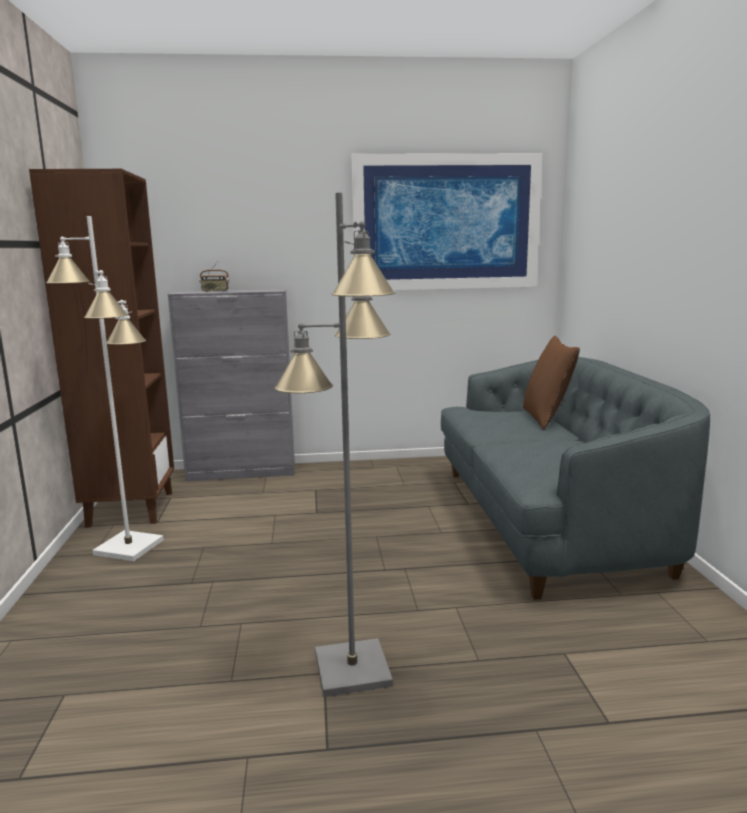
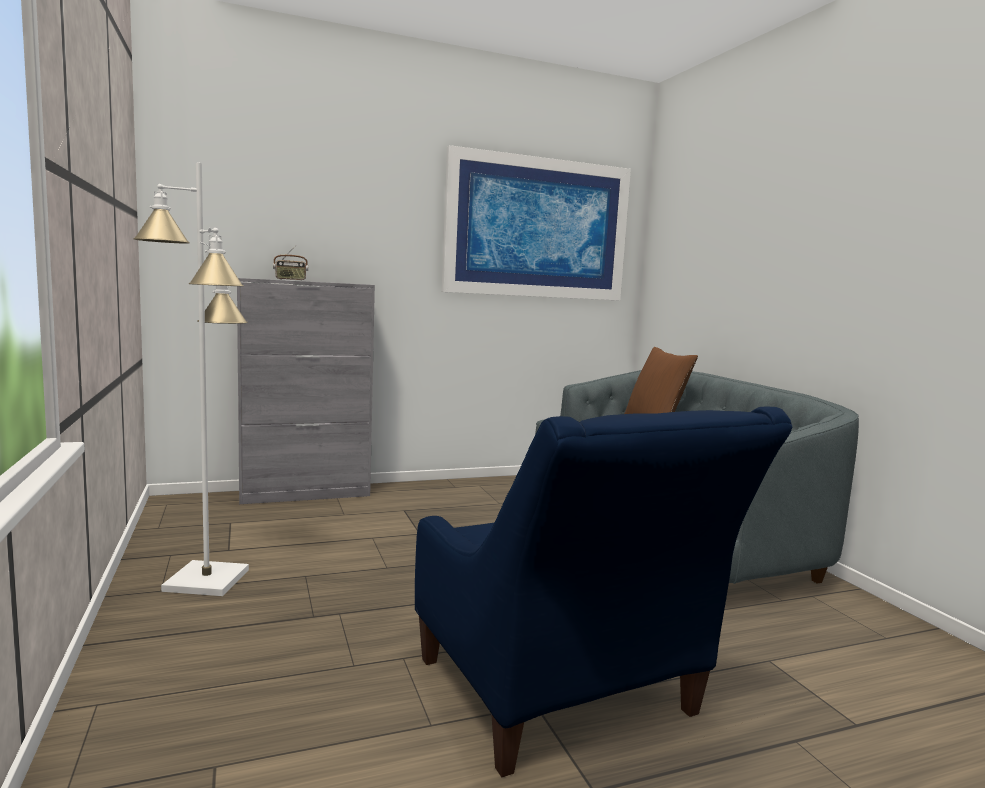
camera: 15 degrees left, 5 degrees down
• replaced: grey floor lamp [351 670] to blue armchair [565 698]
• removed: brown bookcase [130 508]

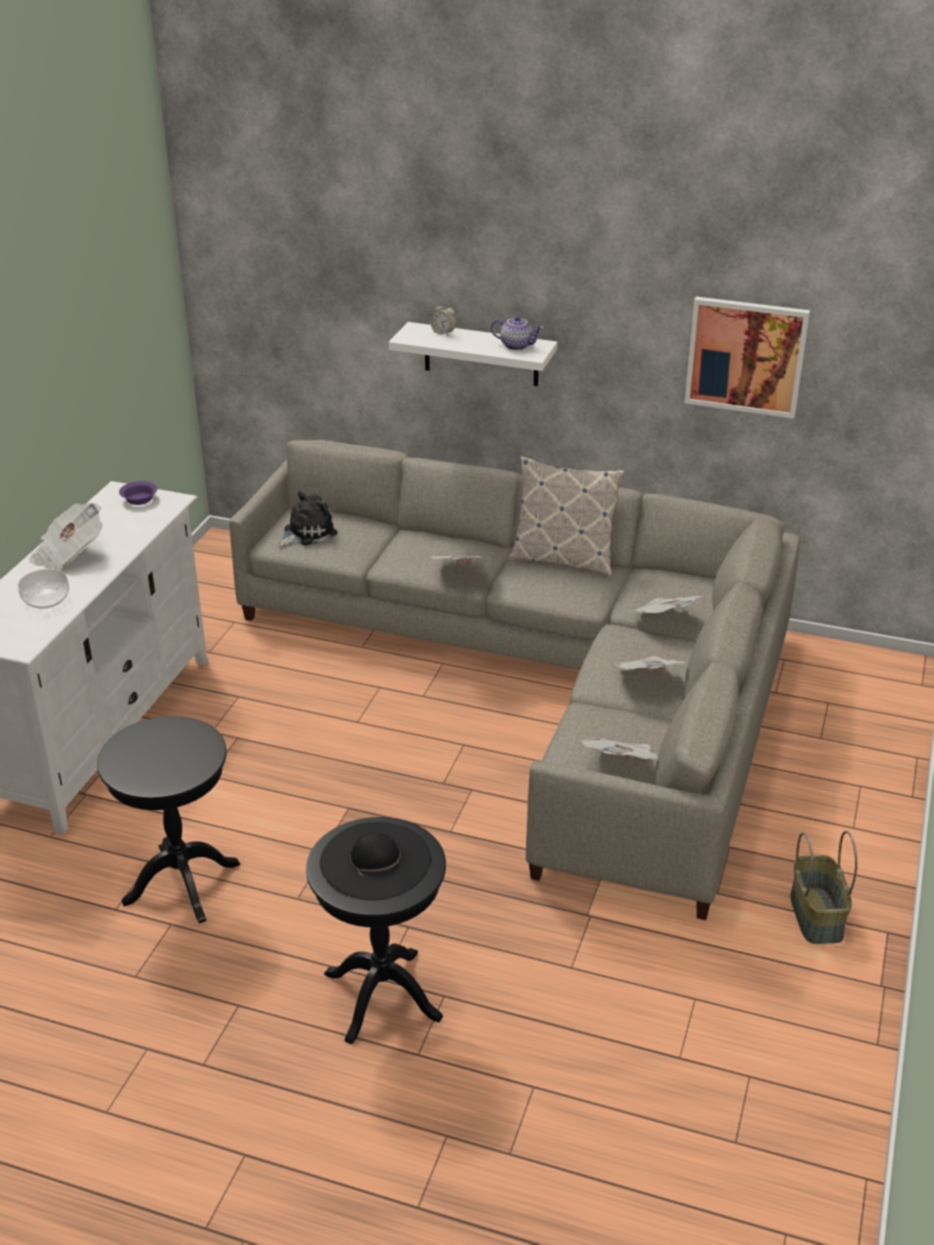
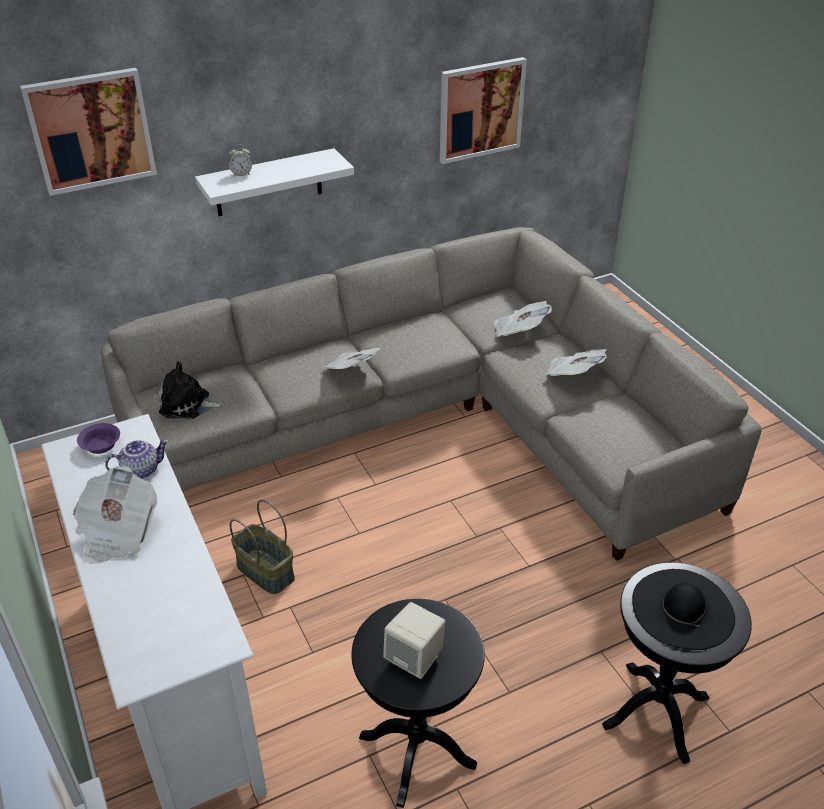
camera: 45 degrees left, 5 degrees up
• added: picture [91 131]
• moved: teapot [517 346] to [141 469]
• turned: plush toy [307 532] = [188 405] 90 degrees counterclockwise
• moved: basket [817 916] to [266 571]
• added: beige speaker [415 658]
• removed: bowl [46 599]
• removed: pillow [563 559]
• removed: newspaper [622 765]

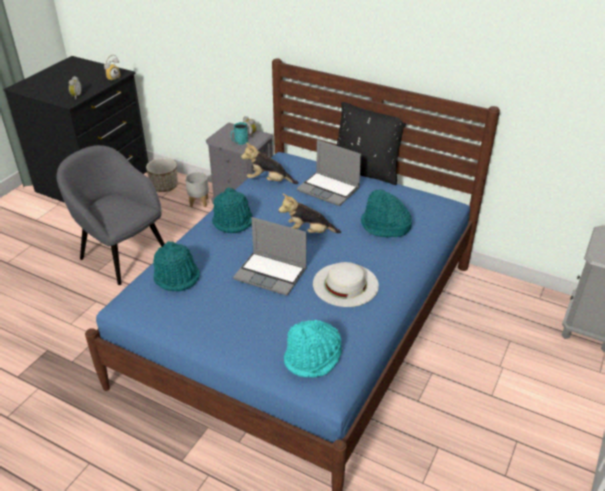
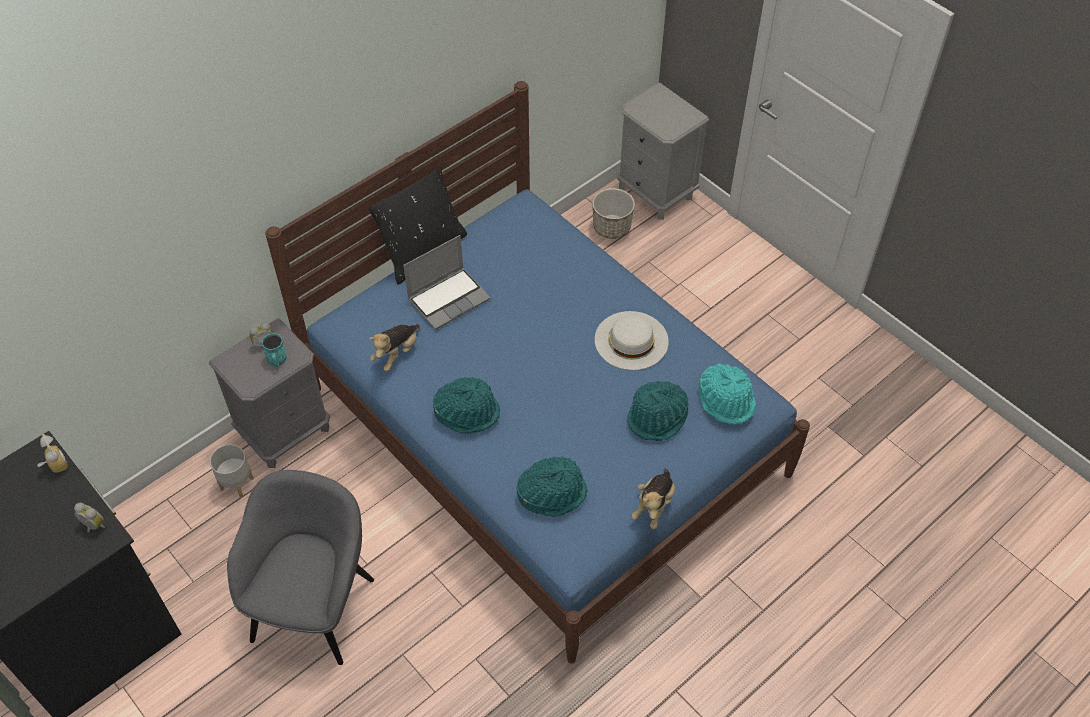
camera: 70 degrees left, 15 degrees up
• turned: grey armchair [123 255] = [314 606] 135 degrees clockwise
• moved: planter [164 186] to [612 227]
• moved: turquoise hat [385 226] to [657 418]
• moved: plush toy [308 233] to [654 505]
• removed: laptop [271 274]

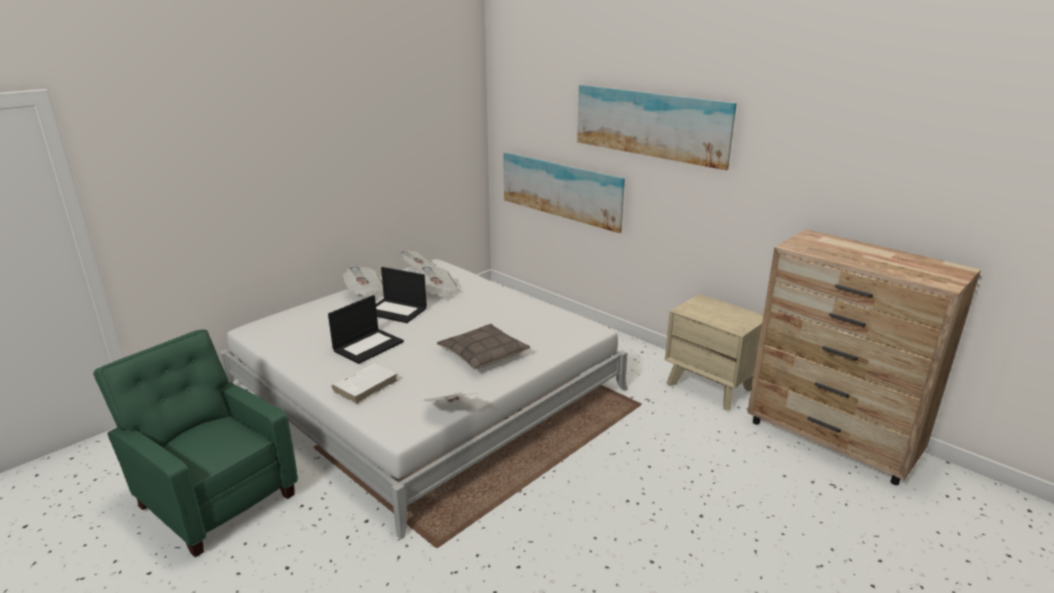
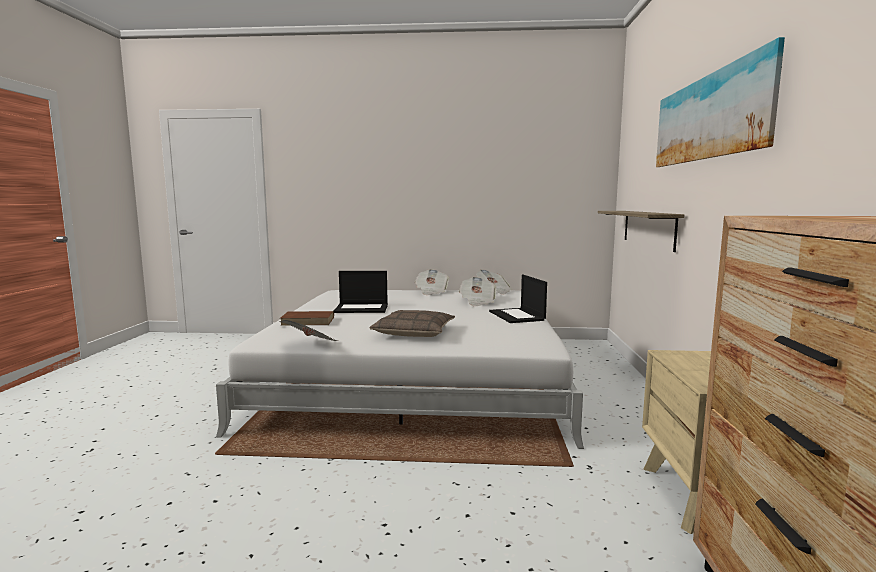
camera: 50 degrees right, 15 degrees down
• recoloured: white book [365 385] to brown book [308 321]
• moved: laptop [396 311] to [517 316]
• replaced: picture [561 189] to shelf [648 228]
• removed: green armchair [215 497]

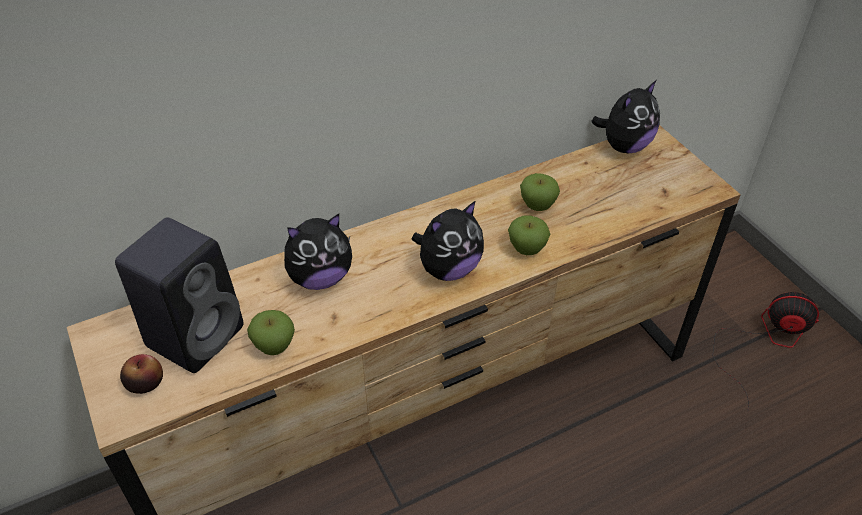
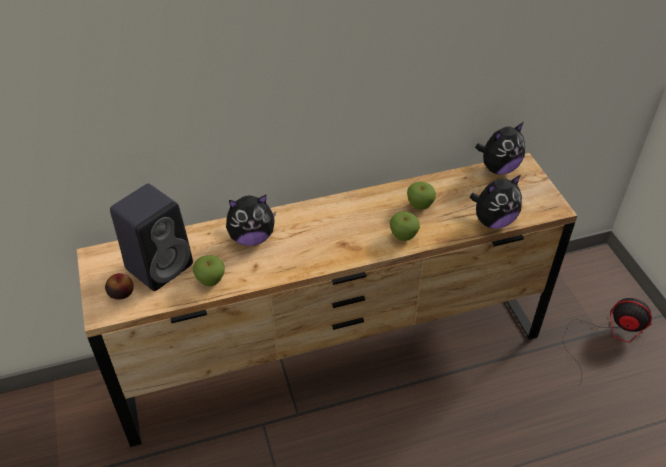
camera: 10 degrees right, 0 degrees up
• moved: plush toy [448 269] to [493 221]

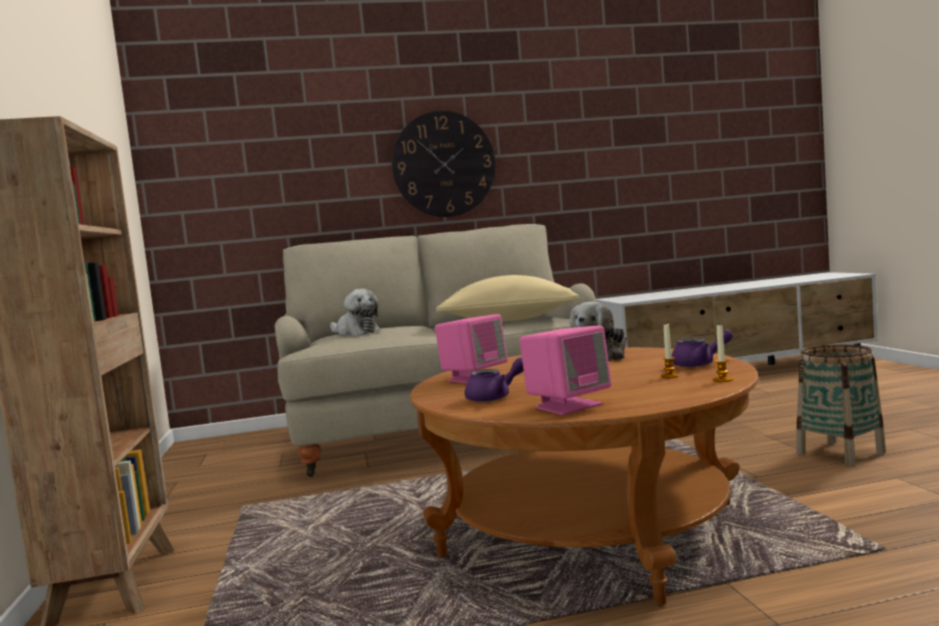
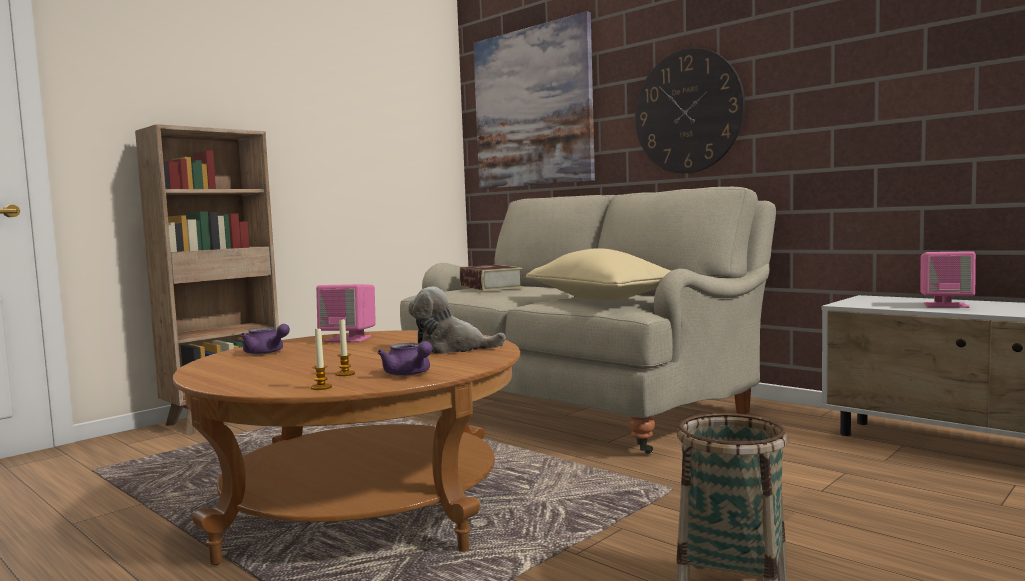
camera: 55 degrees right, 0 degrees up
• replaced: plush toy [355 332] to book [490 286]
• added: picture [532 107]
• moved: pink speaker [568 406] to [946 305]

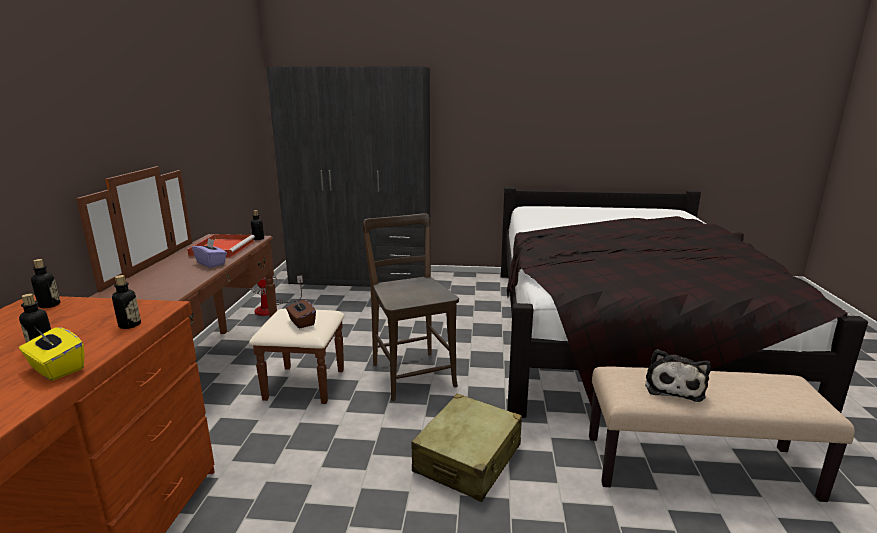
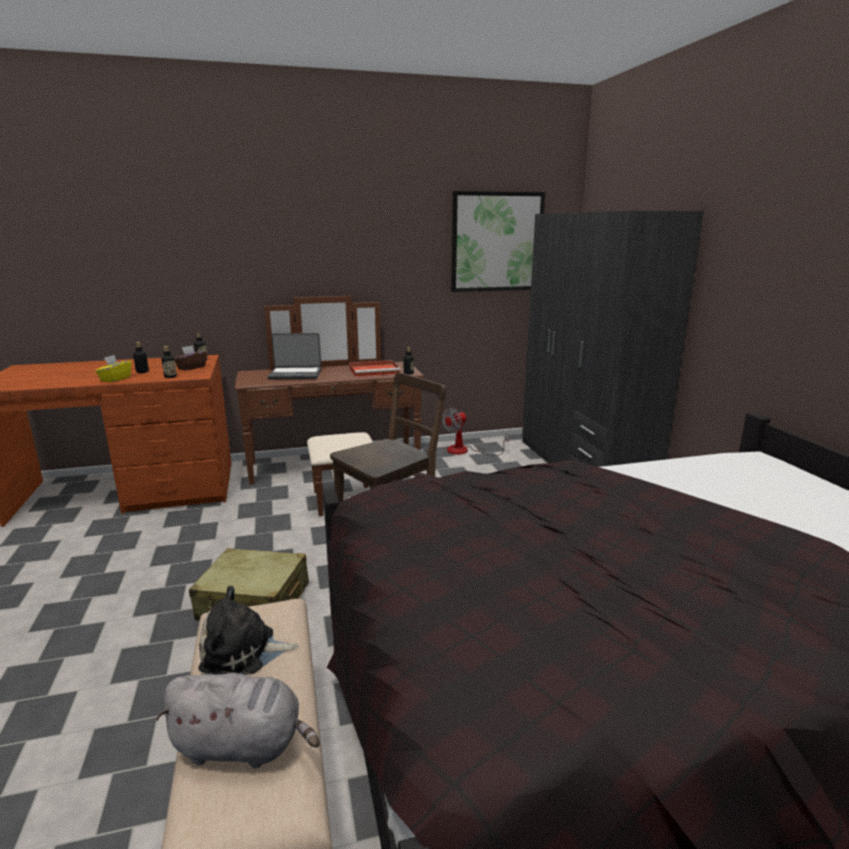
camera: 70 degrees right, 0 degrees up
• added: grey plush toy [243 746]
• moved: brown tissue box [301 322] to [191 367]
• added: laptop [295 374]
• added: picture [496 242]
• removed: purple tissue box [211 263]

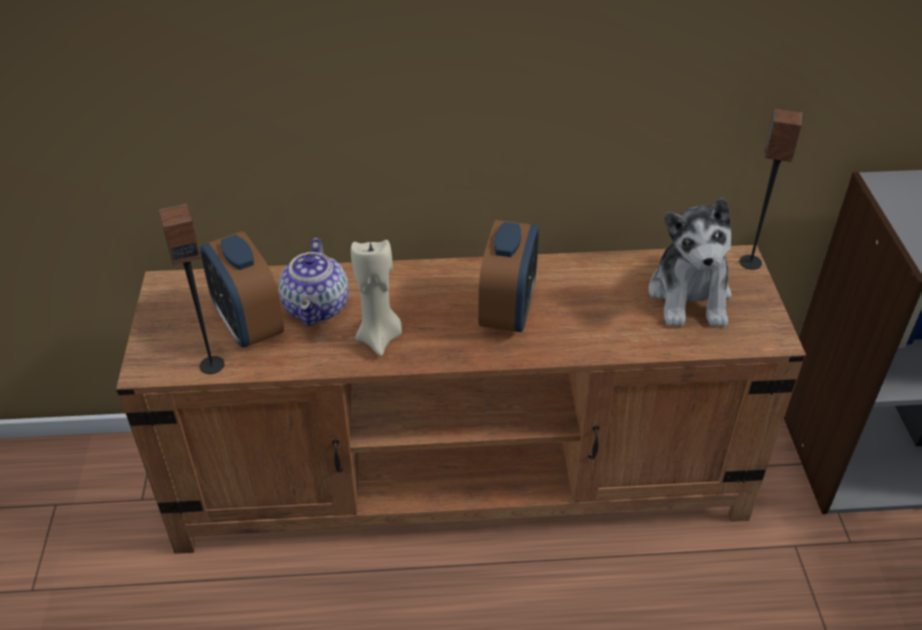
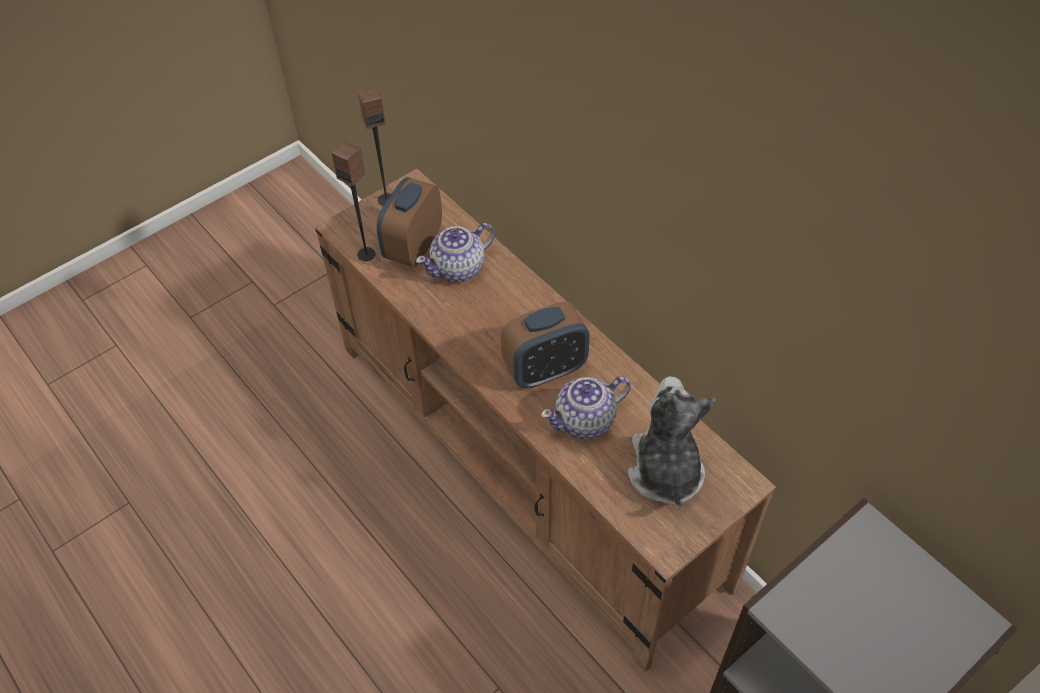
camera: 55 degrees right, 10 degrees up
• moved: speaker [750 262] to [386 199]
• added: teapot [586 420]
• turned: plush toy [690 295] = [665 470] 120 degrees clockwise
• removed: beige candle [379 338]

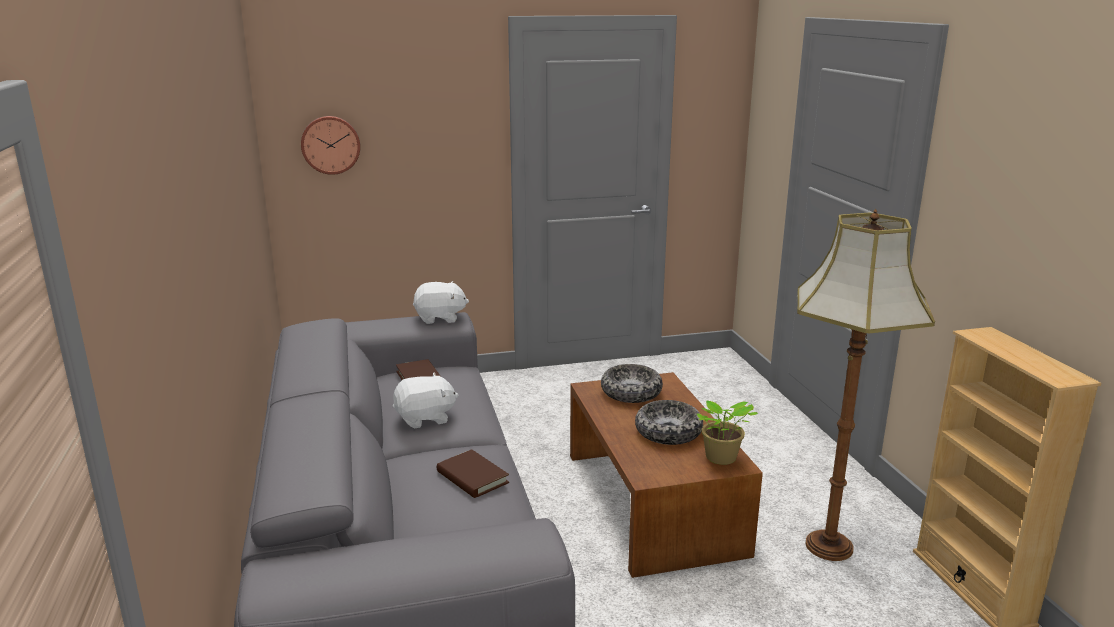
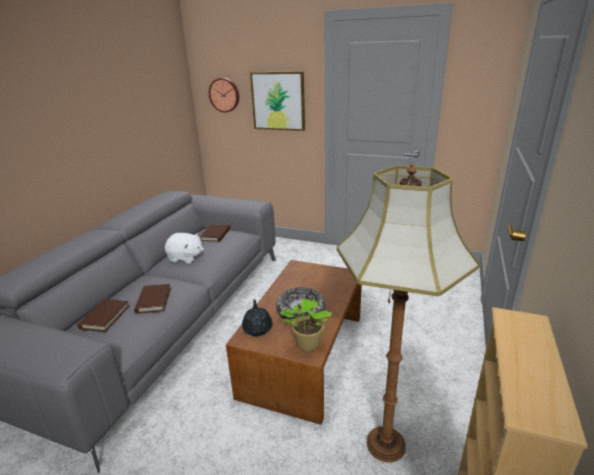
camera: 35 degrees right, 5 degrees up
• added: brown book [105 317]
• added: black teapot [257 328]
• added: picture [278 101]
• removed: white plush toy [440 318]
• removed: bowl [631 392]

